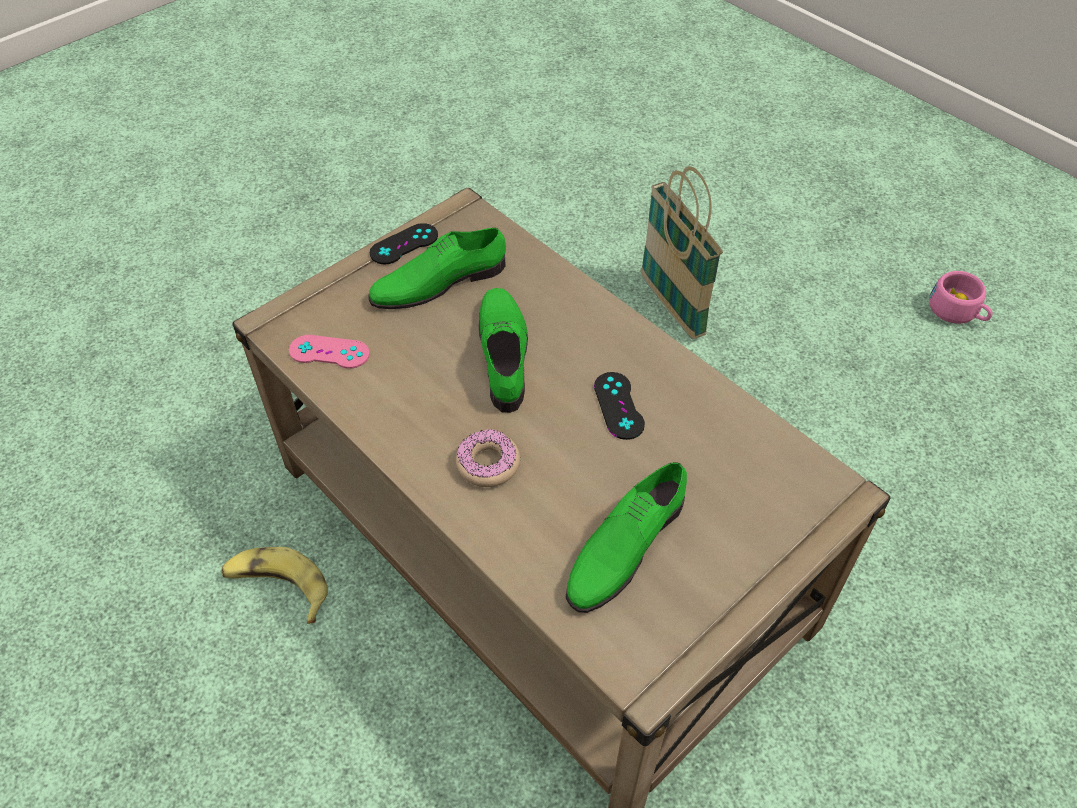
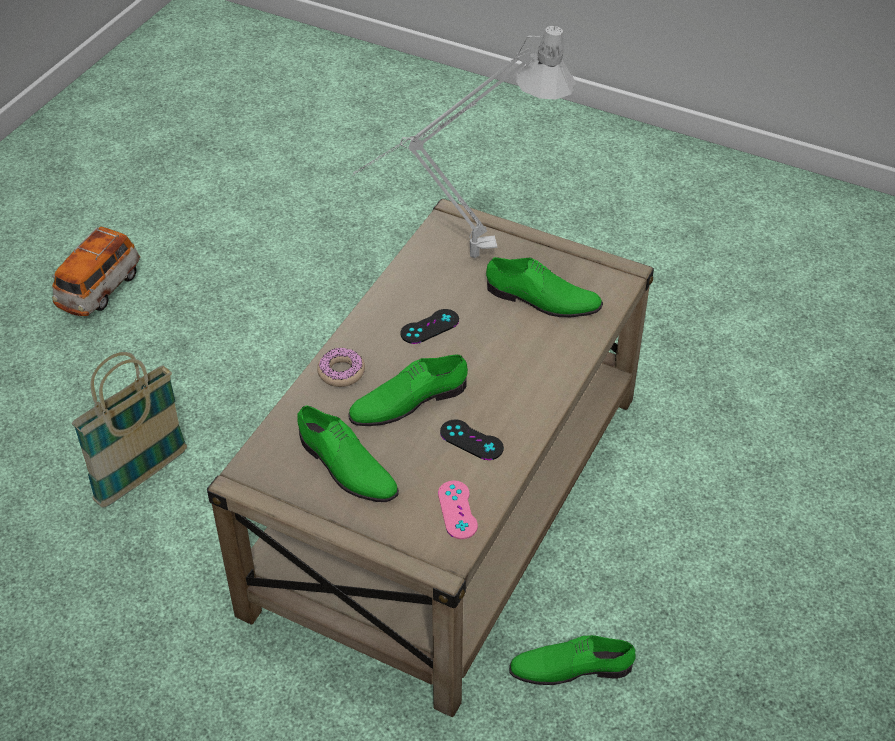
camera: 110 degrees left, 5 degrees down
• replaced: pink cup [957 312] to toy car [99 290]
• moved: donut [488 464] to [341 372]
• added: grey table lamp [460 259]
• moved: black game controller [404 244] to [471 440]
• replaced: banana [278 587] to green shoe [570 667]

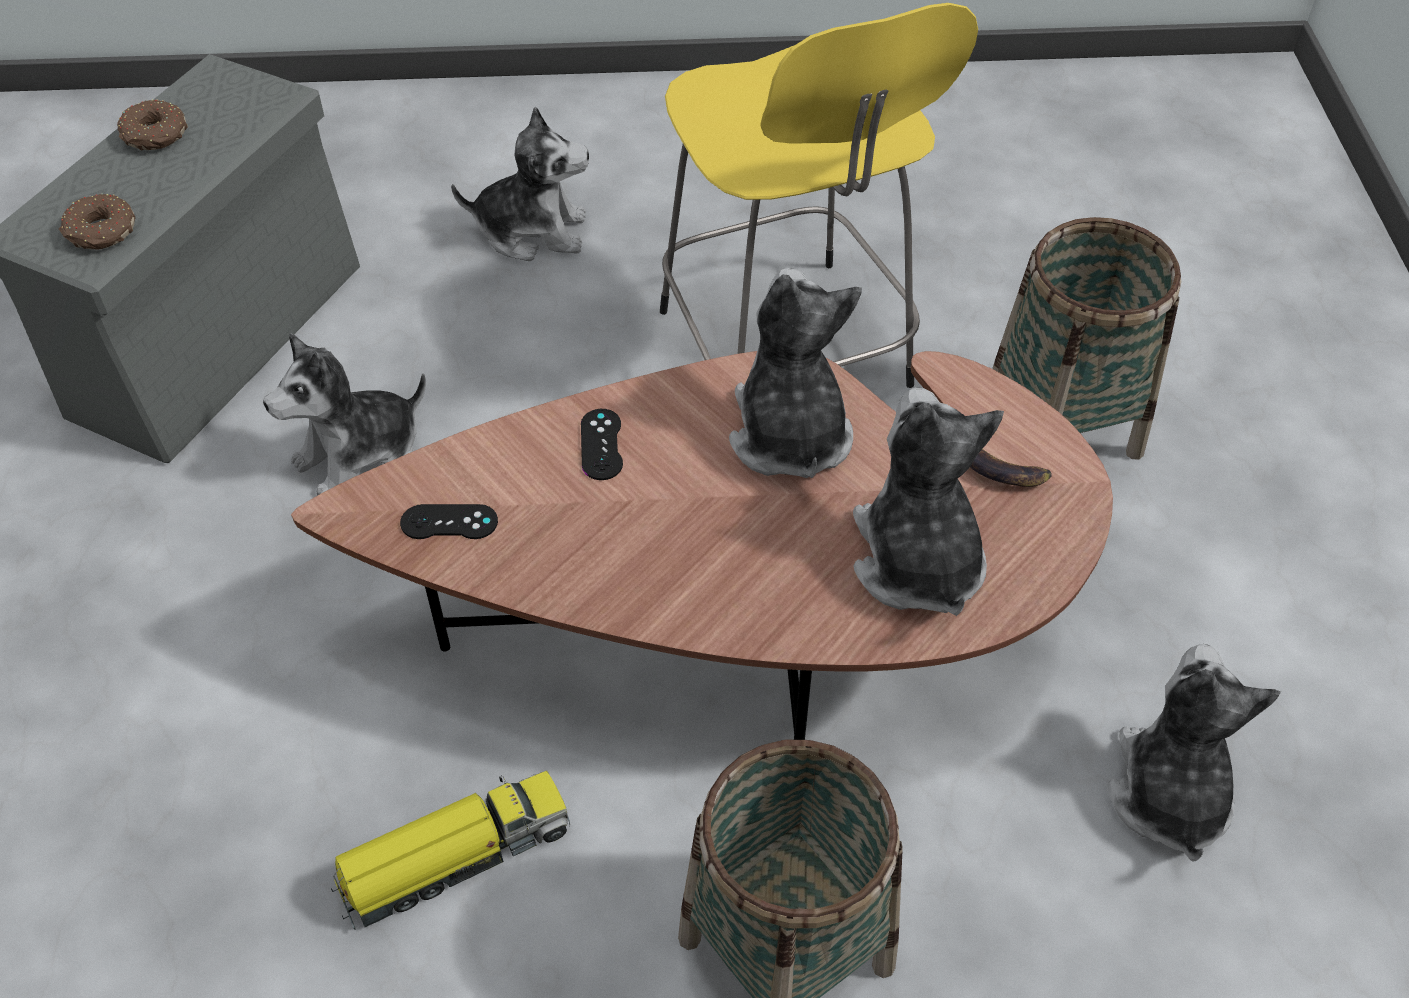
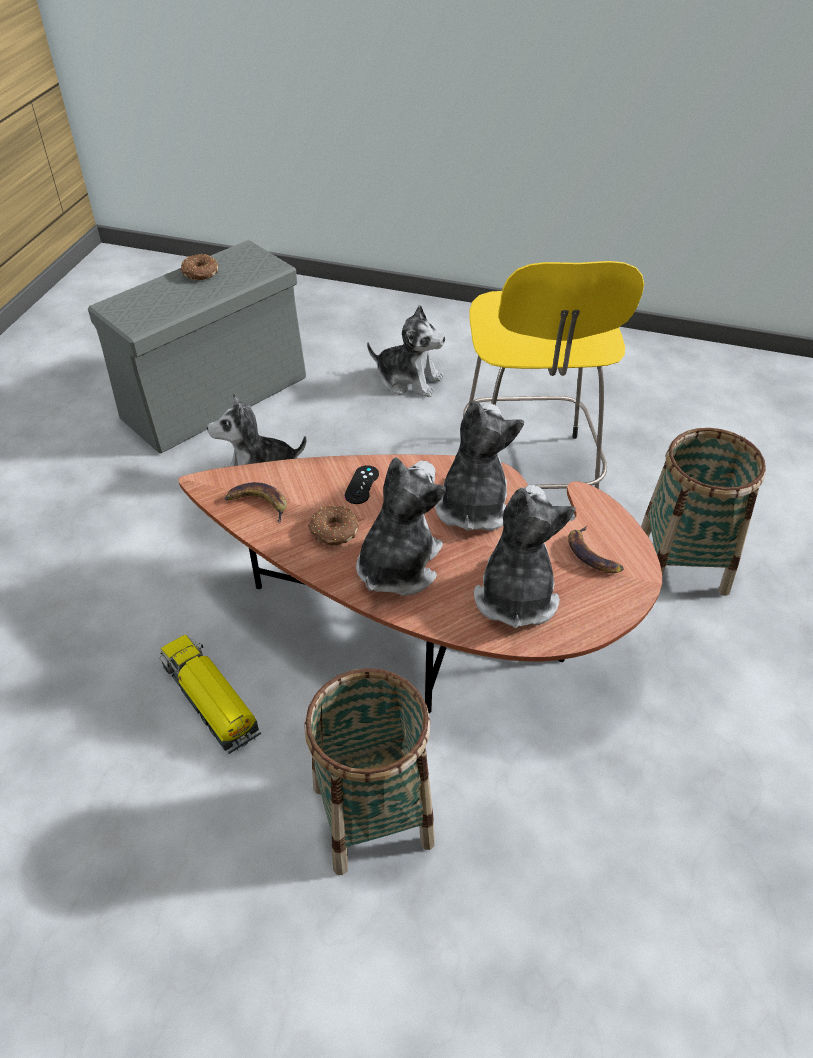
camera: 20 degrees right, 5 degrees down
• turned: toy truck [453 858] = [210 700] 120 degrees counterclockwise
• replaced: black game controller [449 522] to banana [258 504]
• moved: donut [101 232] to [333 532]
• moved: plush toy [1168 793] to [397 566]

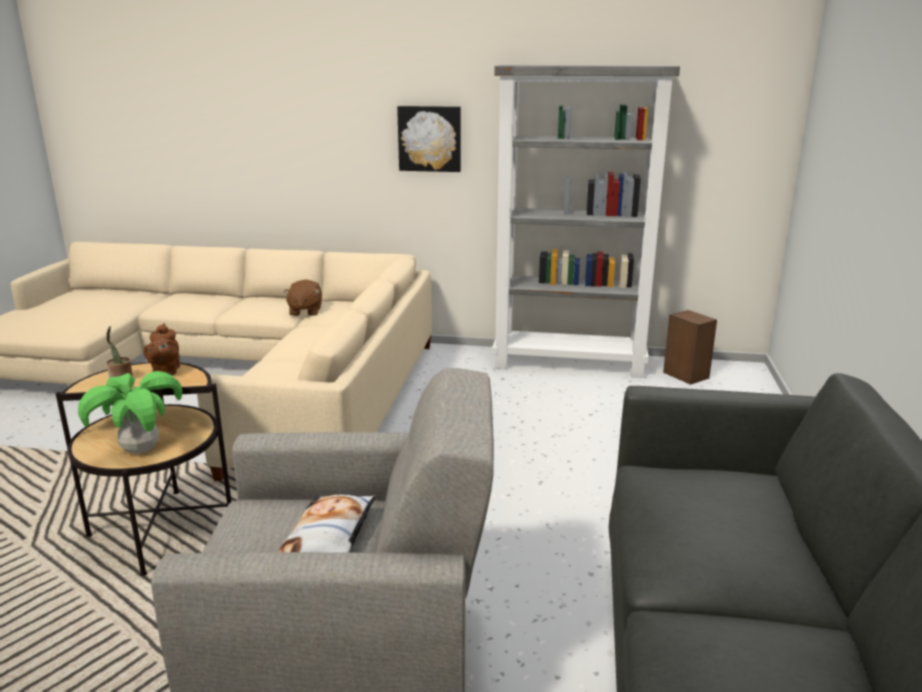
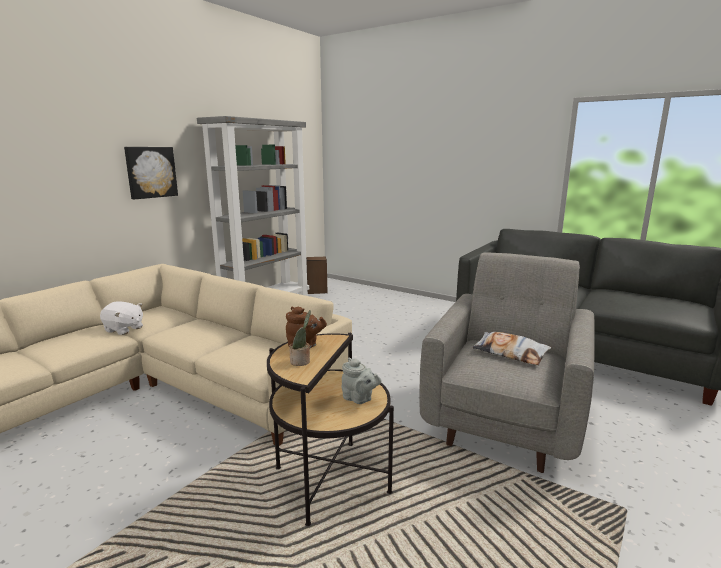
camera: 65 degrees left, 5 degrees down
• recoloured: brown plush toy [305 311] to white plush toy [124 329]
• replaced: potted plant [141 450] to grey teapot [359 399]

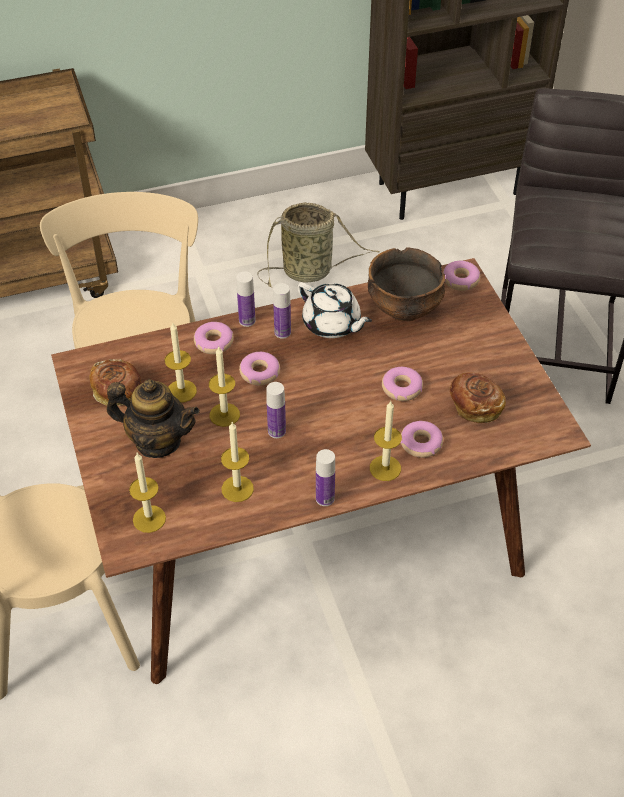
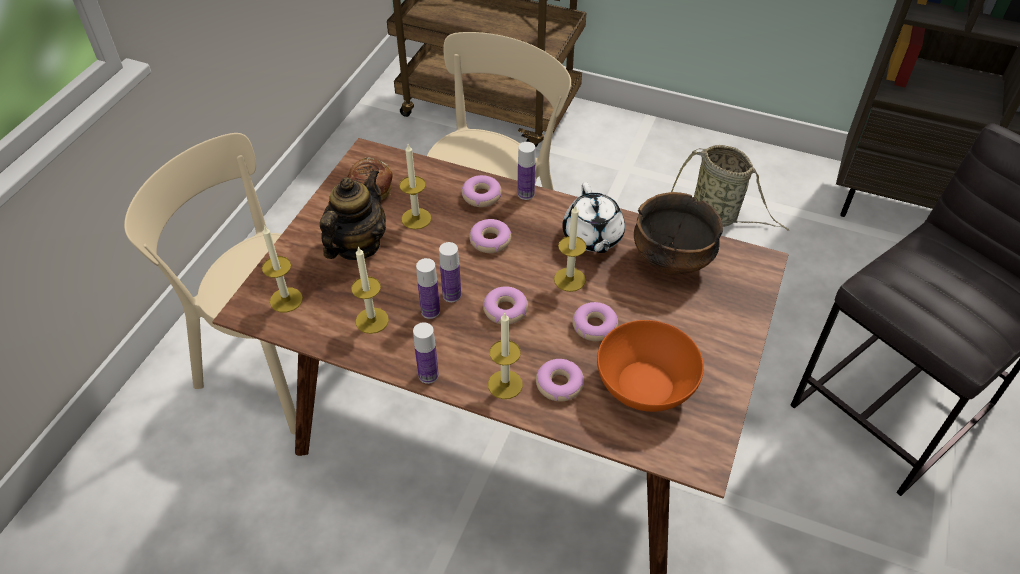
camera: 40 degrees right, 0 degrees up
• turned: teapot [158 441] = [357 245] 120 degrees counterclockwise
• moved: bottle [282 332] to [430 311]
• moved: donut [460 280] to [505 310]
• moved: candle [224 415] to [569 279]
• replaced: bread [475 406] to orange bowl [645 384]

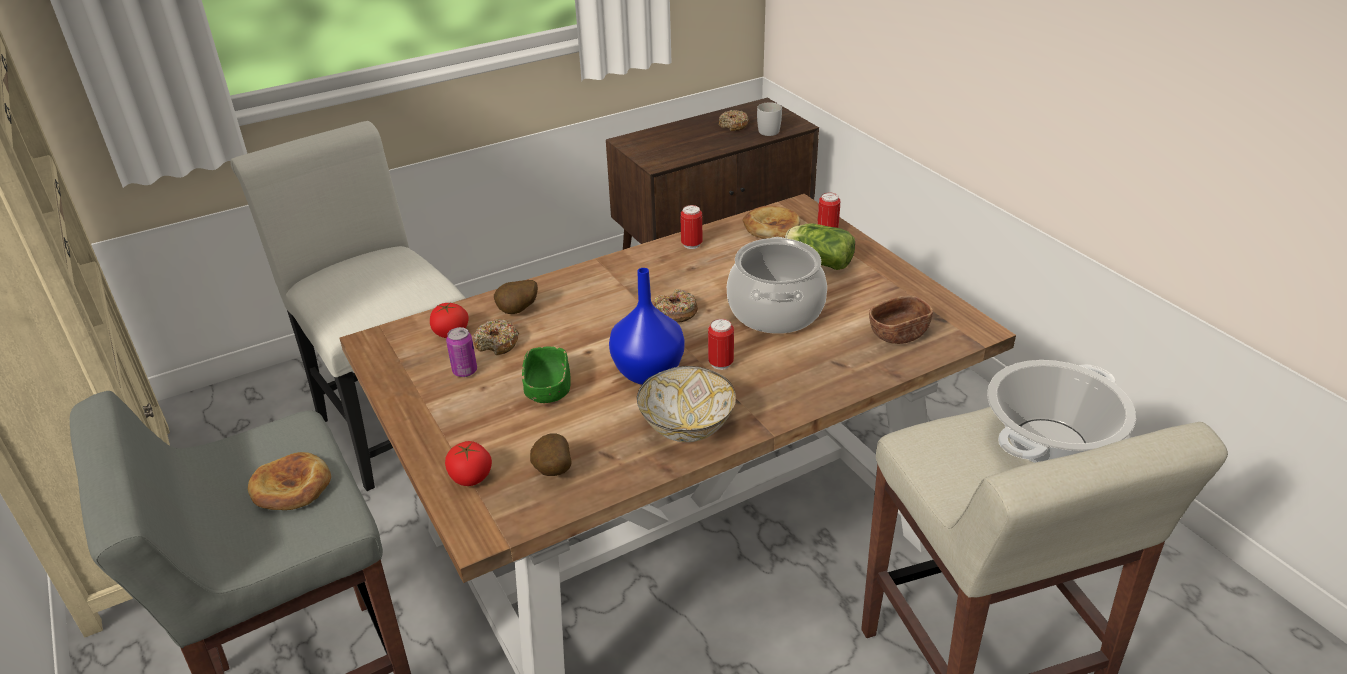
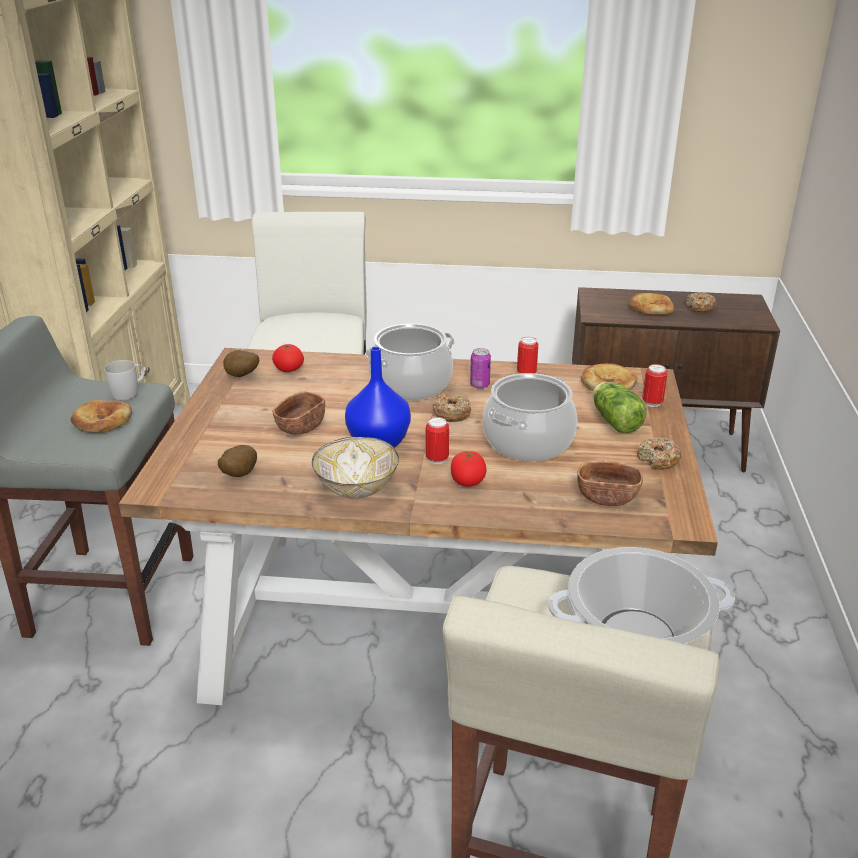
camera: 35 degrees right, 5 degrees down
• moved: white mug [768 129] to [129 392]
• moved: potato [518 311] to [242 376]
• recoloured: green bowl [548 390] to brown bowl [301 426]
• added: cooking pot [410 385]
• moved: tomato [470 477] to [467 481]
• moved: can [465 371] to [479 385]
• added: bread [650 307]
• moved: donut [497 343] to [658 459]

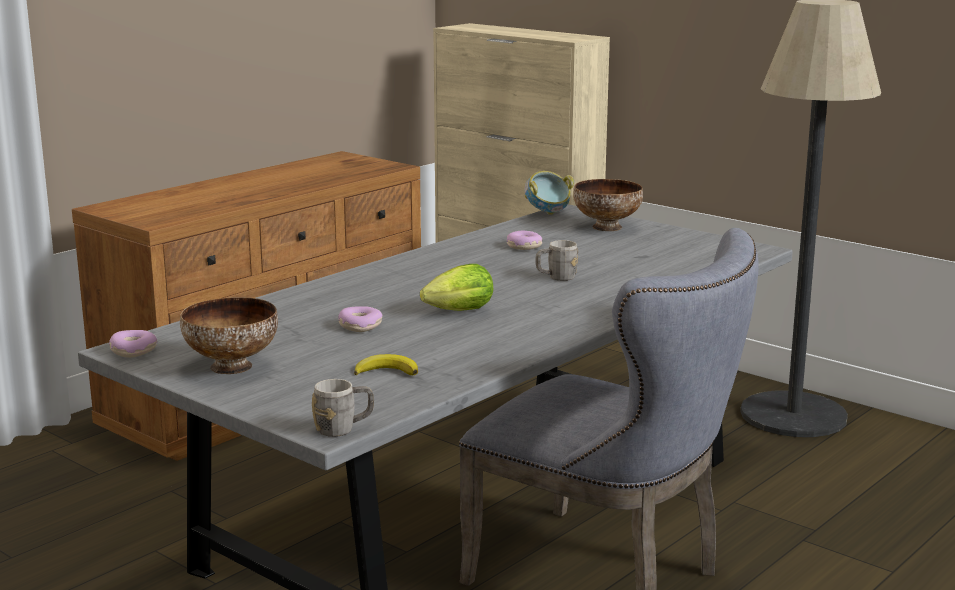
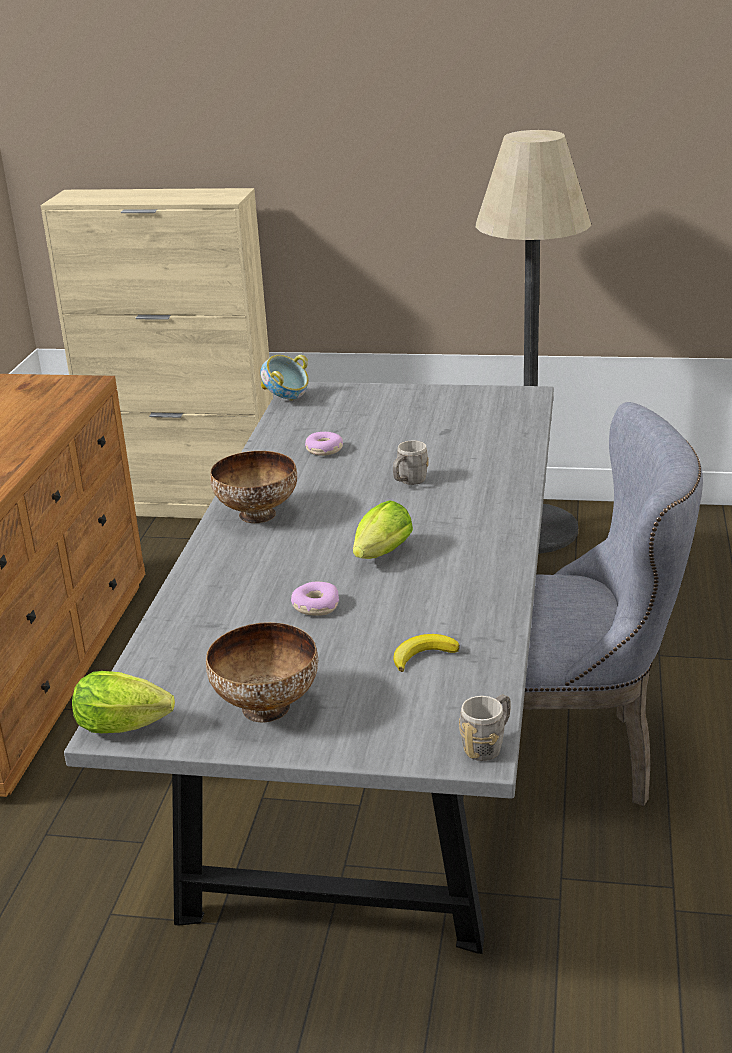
camera: 30 degrees left, 10 degrees up
• replaced: donut [133 351] to lettuce [128 726]
• moved: bowl [606 227] to [256 515]

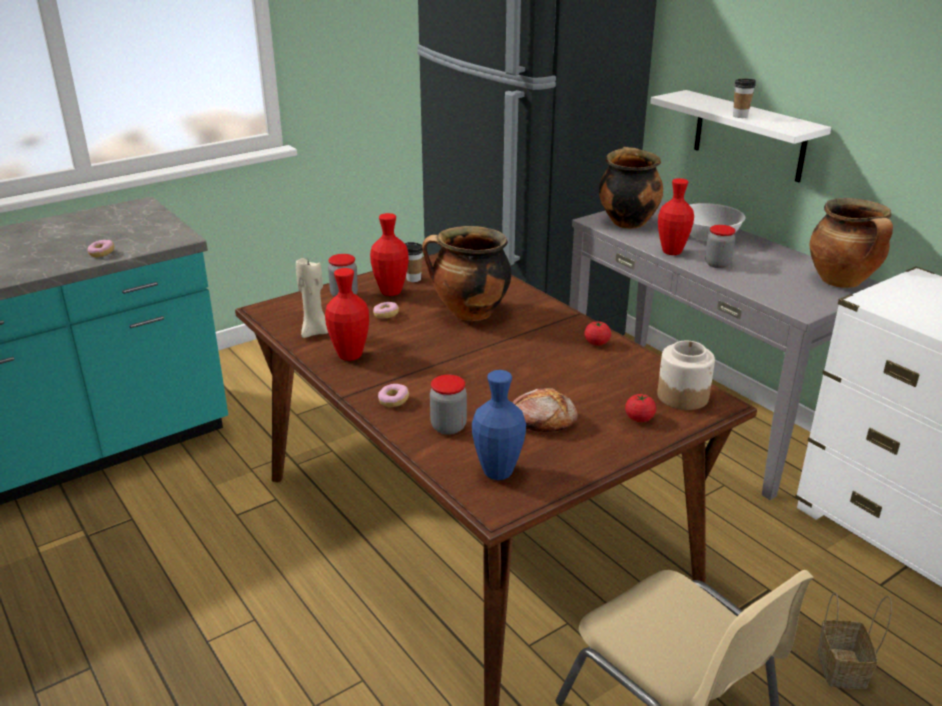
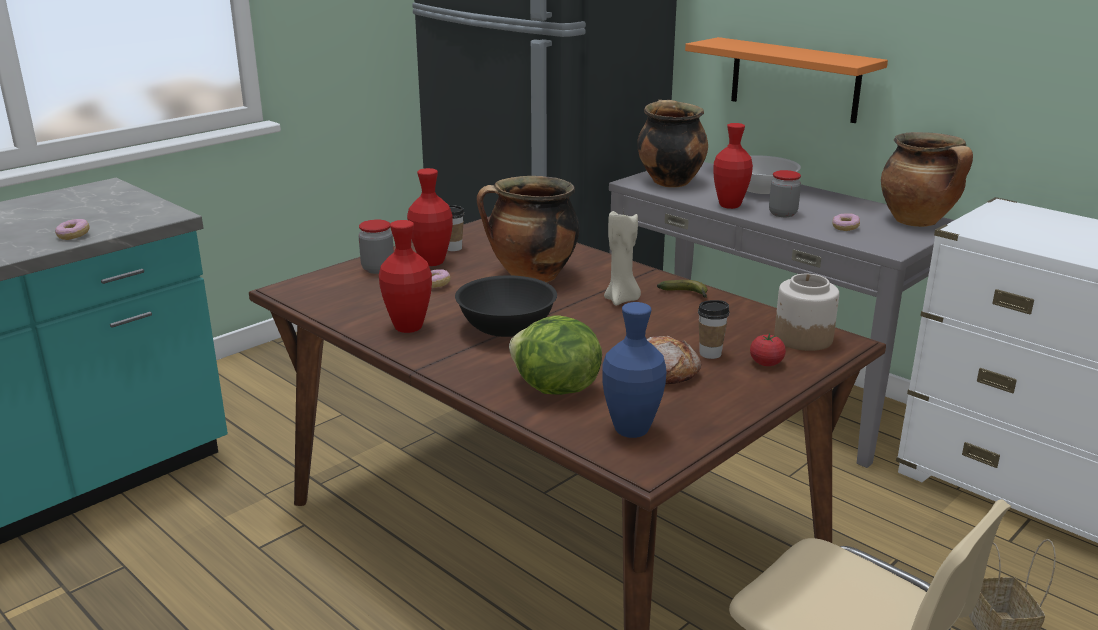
camera: 10 degrees left, 5 degrees down
• added: black bowl [507 328]
• replaced: jar [448 427] to lettuce [554 389]
• moved: beige candle [315 332] to [622 300]
• replaced: tomato [597 343] to banana [686 295]
• recoloured: white shelf [749 136] to orange shelf [794 79]
• moved: cup [740 116] to [710 354]
• moved: donut [393 401] to [845 228]

